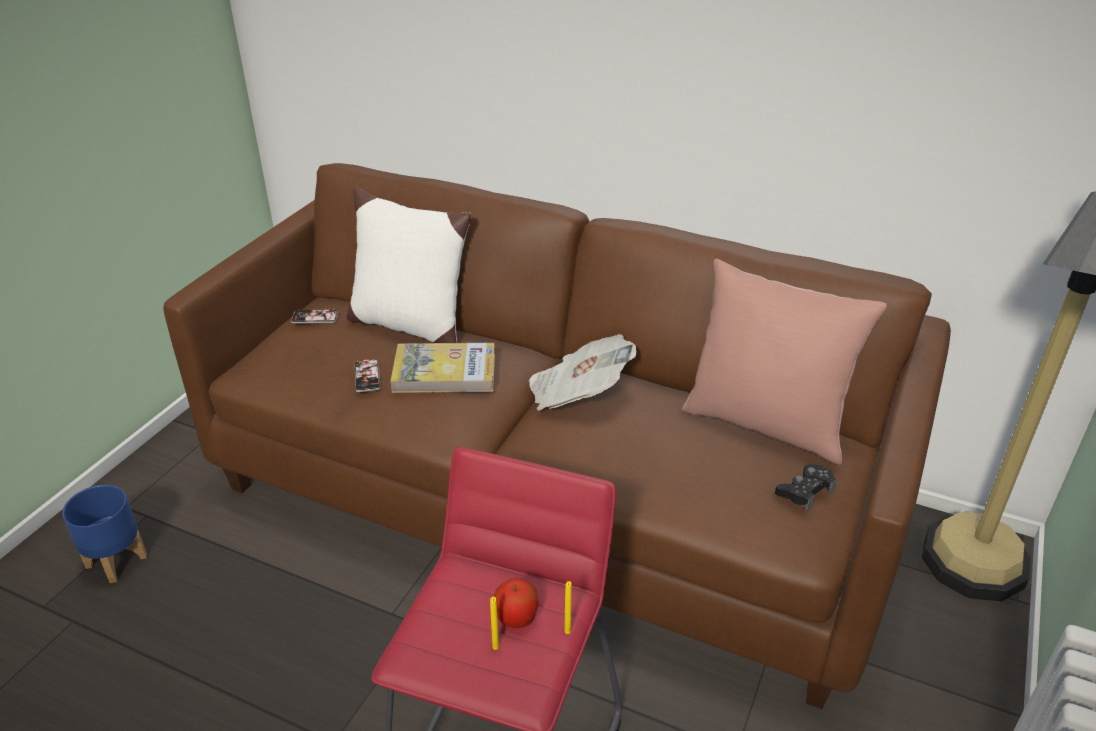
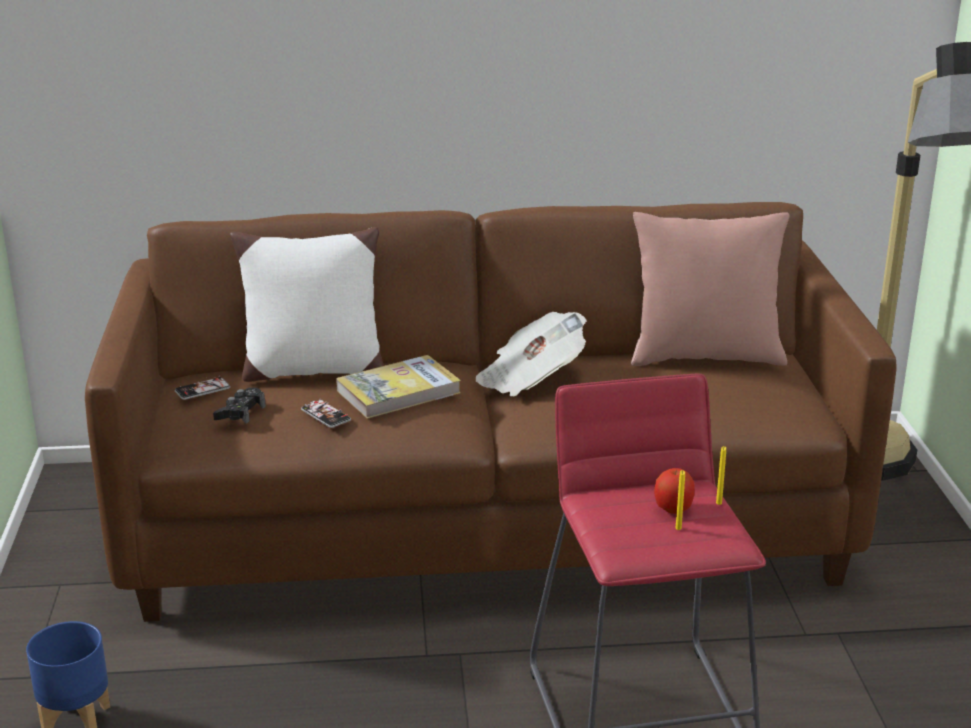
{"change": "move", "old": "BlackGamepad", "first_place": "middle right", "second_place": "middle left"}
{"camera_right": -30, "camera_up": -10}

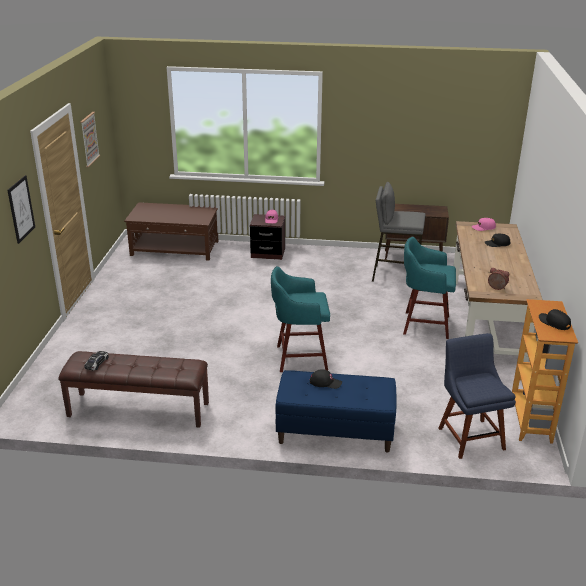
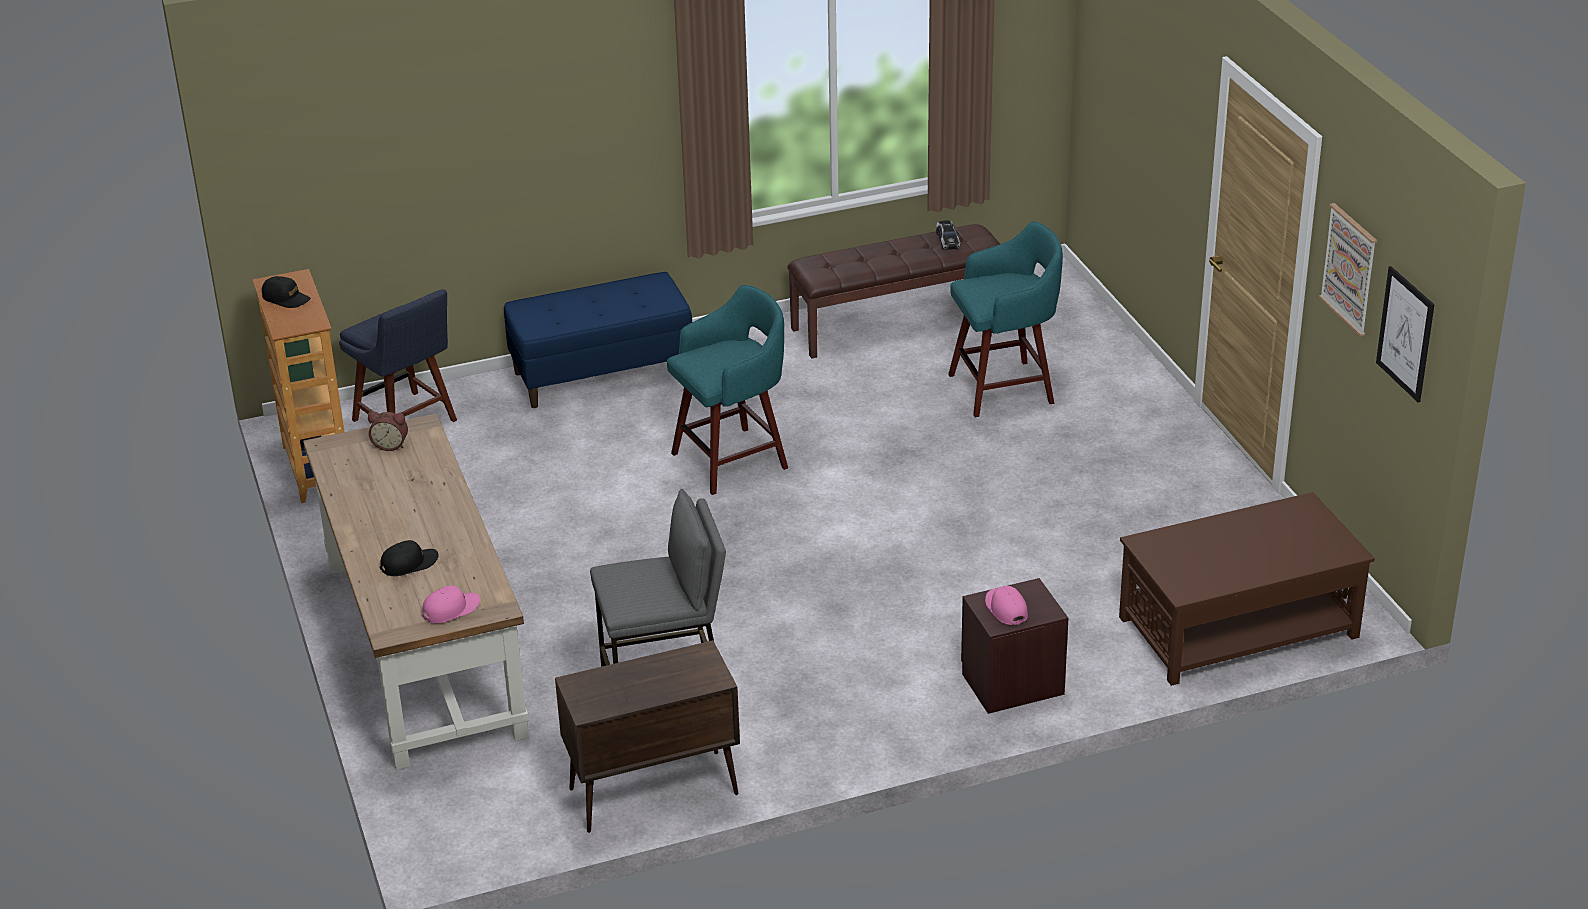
{"change": "move", "old": "Picture (1st from left in the first image)", "new": "Picture (2nd from left)", "first_place": "middle left", "second_place": "middle right"}
{"change": "delete", "old": "BlackPeakedCap (1st from left)", "first_place": "centre"}
{"change": "move", "old": "BlueGreenStoolSeat (2nd from left)", "first_place": "middle right", "second_place": "centre"}
{"camera_right": 155, "camera_up": 5}

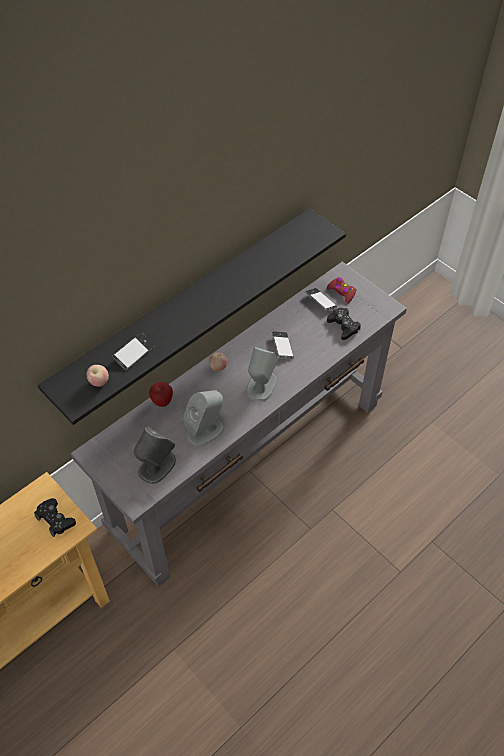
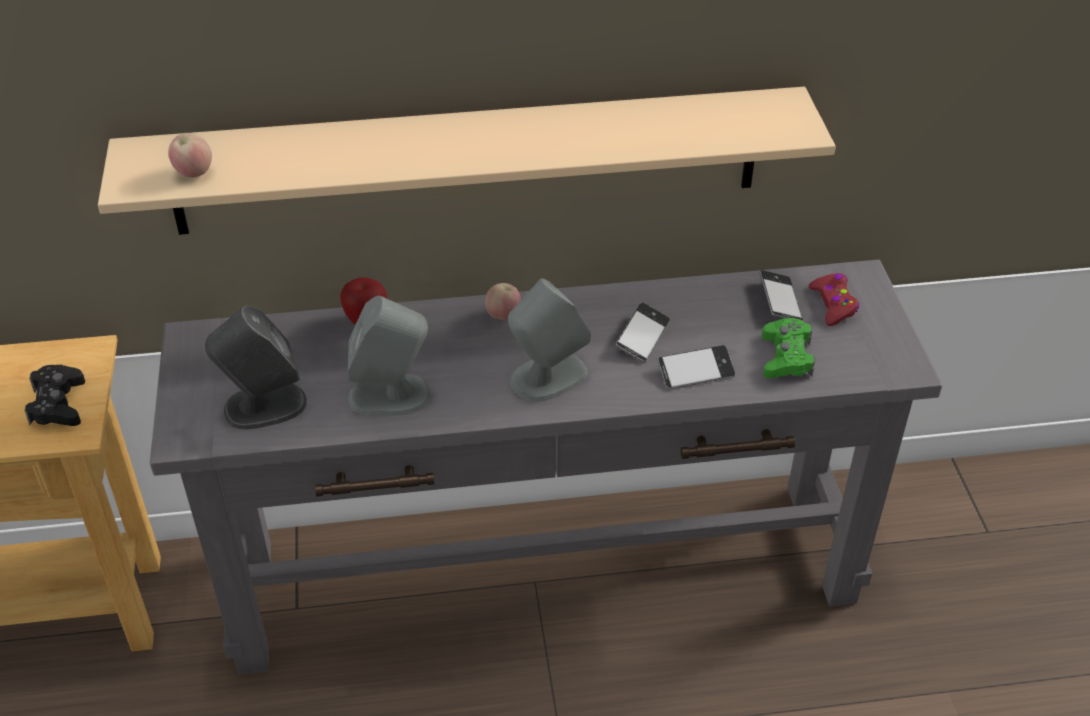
{"change": "recolor", "old": "BlackShelf", "new": "BeigeShelf", "first_place": "centre", "second_place": "top centre"}
{"change": "move", "old": "Phone (1st from left in the first image)", "new": "Phone (2nd from left)", "first_place": "middle left", "second_place": "centre"}
{"change": "recolor", "old": "BlackGamepad (2nd from left)", "new": "GreenColouredGamepad", "first_place": "middle right", "second_place": "middle right"}
{"camera_right": 35, "camera_up": -10}

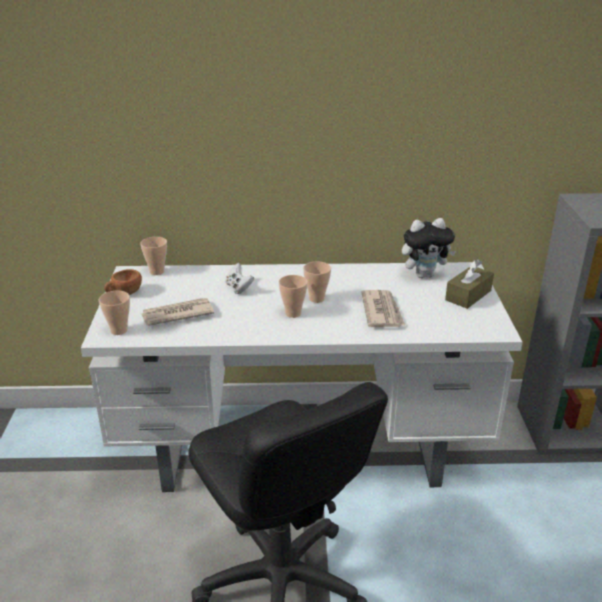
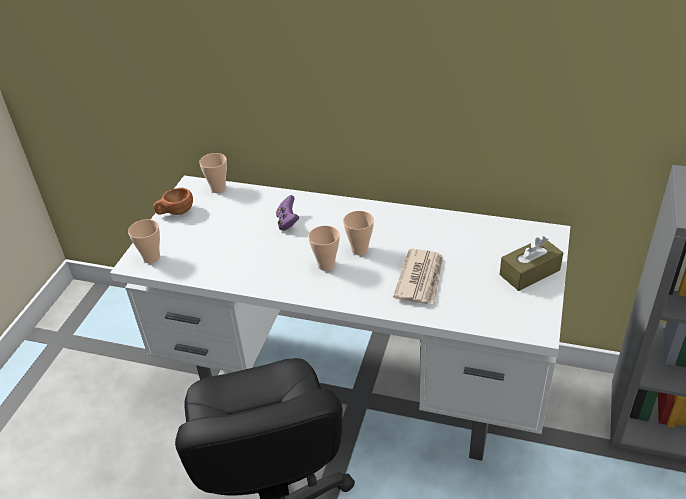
{"change": "delete", "old": "Newspaper (1st from left)", "first_place": "middle left"}
{"change": "recolor", "old": "WhiteColouredGamepad", "new": "PurpleGamepad", "first_place": "centre", "second_place": "centre"}
{"change": "delete", "old": "CuddlyToy", "first_place": "middle right"}
{"camera_right": 20, "camera_up": 10}

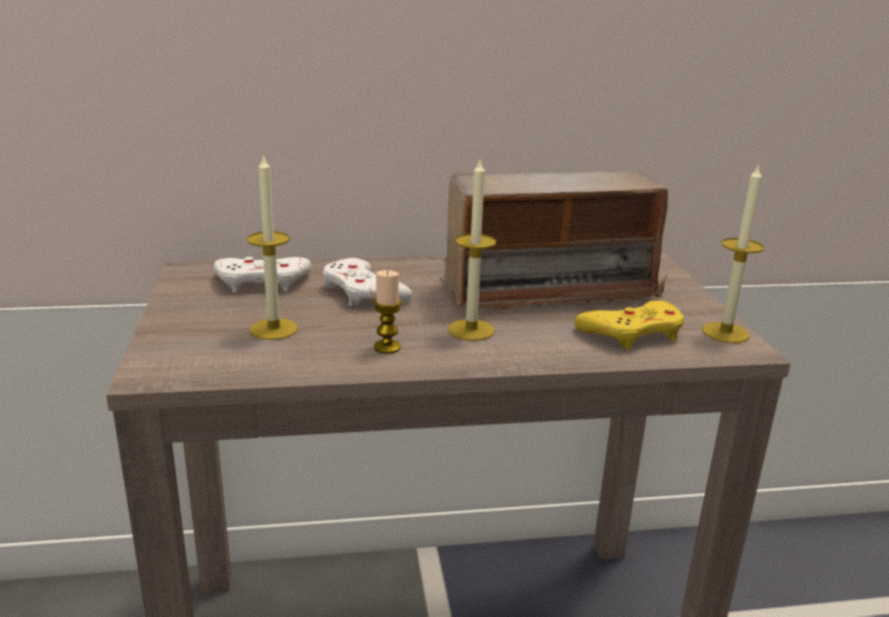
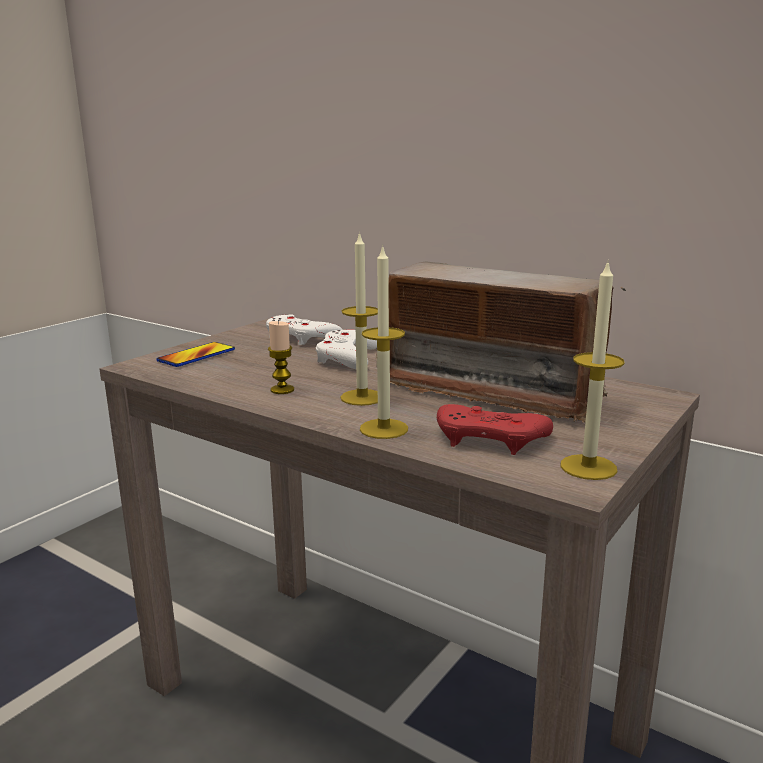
{"change": "move", "old": "WaxCandle (1st from left in the first image)", "new": "WaxCandle (3rd from left)", "first_place": "middle left", "second_place": "centre"}
{"change": "recolor", "old": "YellowGamepad", "new": "RedGamepad", "first_place": "middle right", "second_place": "centre"}
{"change": "insert", "new": "Phone", "second_place": "middle left"}
{"camera_right": 45, "camera_up": -5}

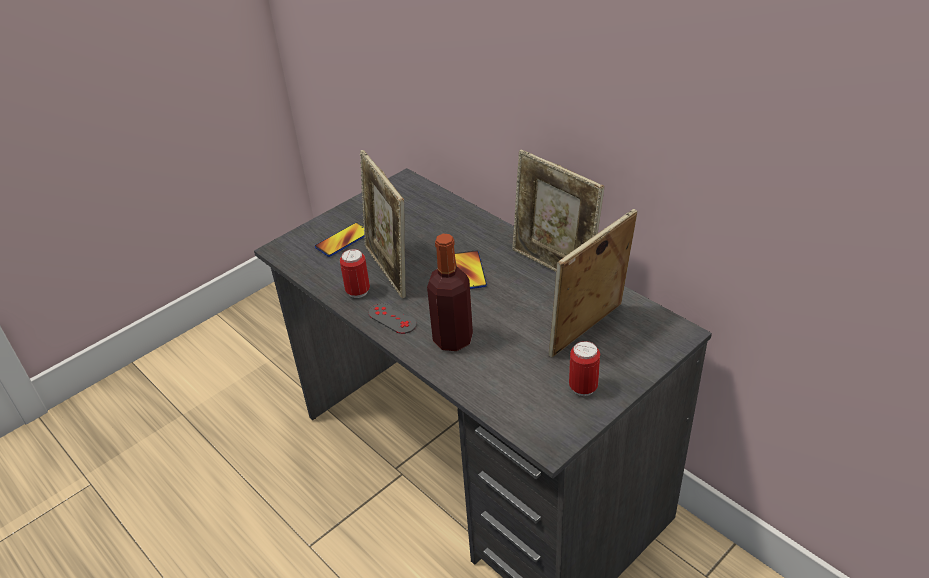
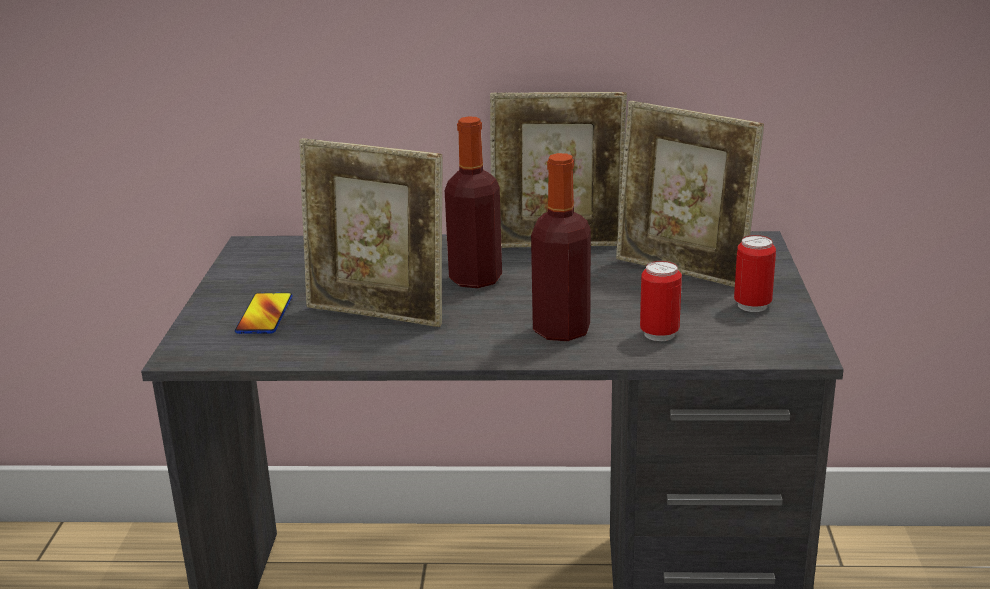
{"change": "move", "old": "Can (1st from left)", "first_place": "centre", "second_place": "middle right"}
{"change": "delete", "old": "GreyGamepad", "first_place": "centre"}
{"change": "replace", "old": "Phone (2nd from left)", "new": "DrinkBottle (1st from left)", "first_place": "centre", "second_place": "centre"}
{"change": "rotate", "old": "PhotoFrame (3rd from left)", "first_place": "centre", "second_place": "top right", "degrees": -60}
{"camera_right": -45, "camera_up": -15}

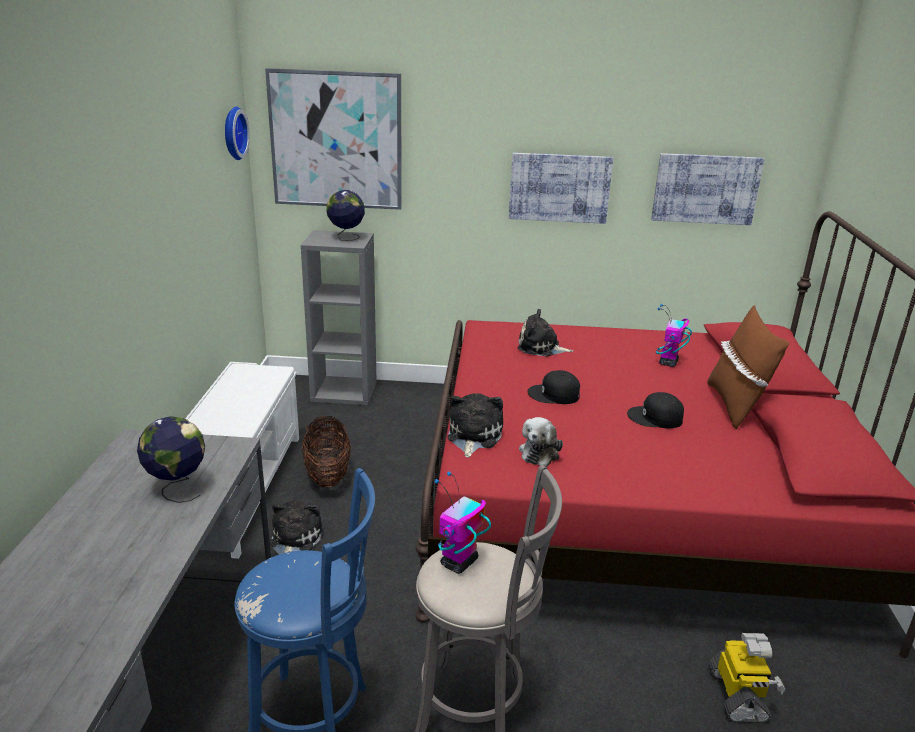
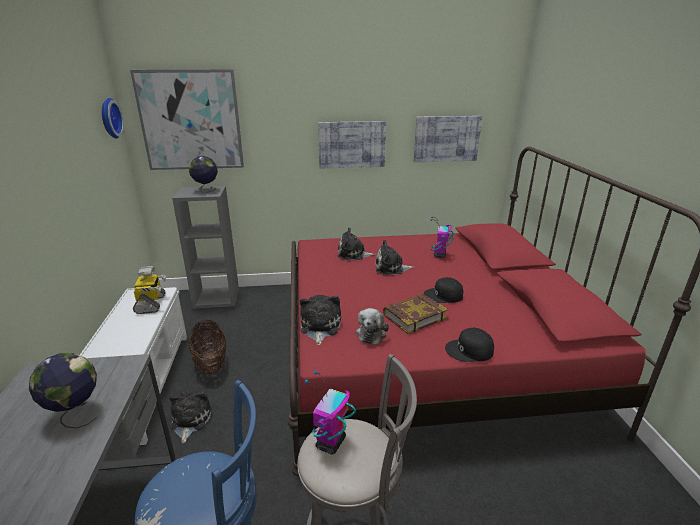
{"change": "move", "old": "BlackPeakedCap (1st from left in the first image)", "new": "BlackPeakedCap (2nd from left)", "first_place": "centre", "second_place": "middle right"}
{"change": "delete", "old": "BrownColouredThrowPillow", "first_place": "middle right"}
{"change": "move", "old": "ModelRobot (3rd from left in the first image)", "new": "ModelRobot (1st from left)", "first_place": "bottom right", "second_place": "middle left"}
{"change": "insert", "new": "CuddlyToy (5th from left)", "second_place": "centre"}
{"change": "insert", "new": "Book", "second_place": "centre"}
{"camera_right": -10, "camera_up": 0}

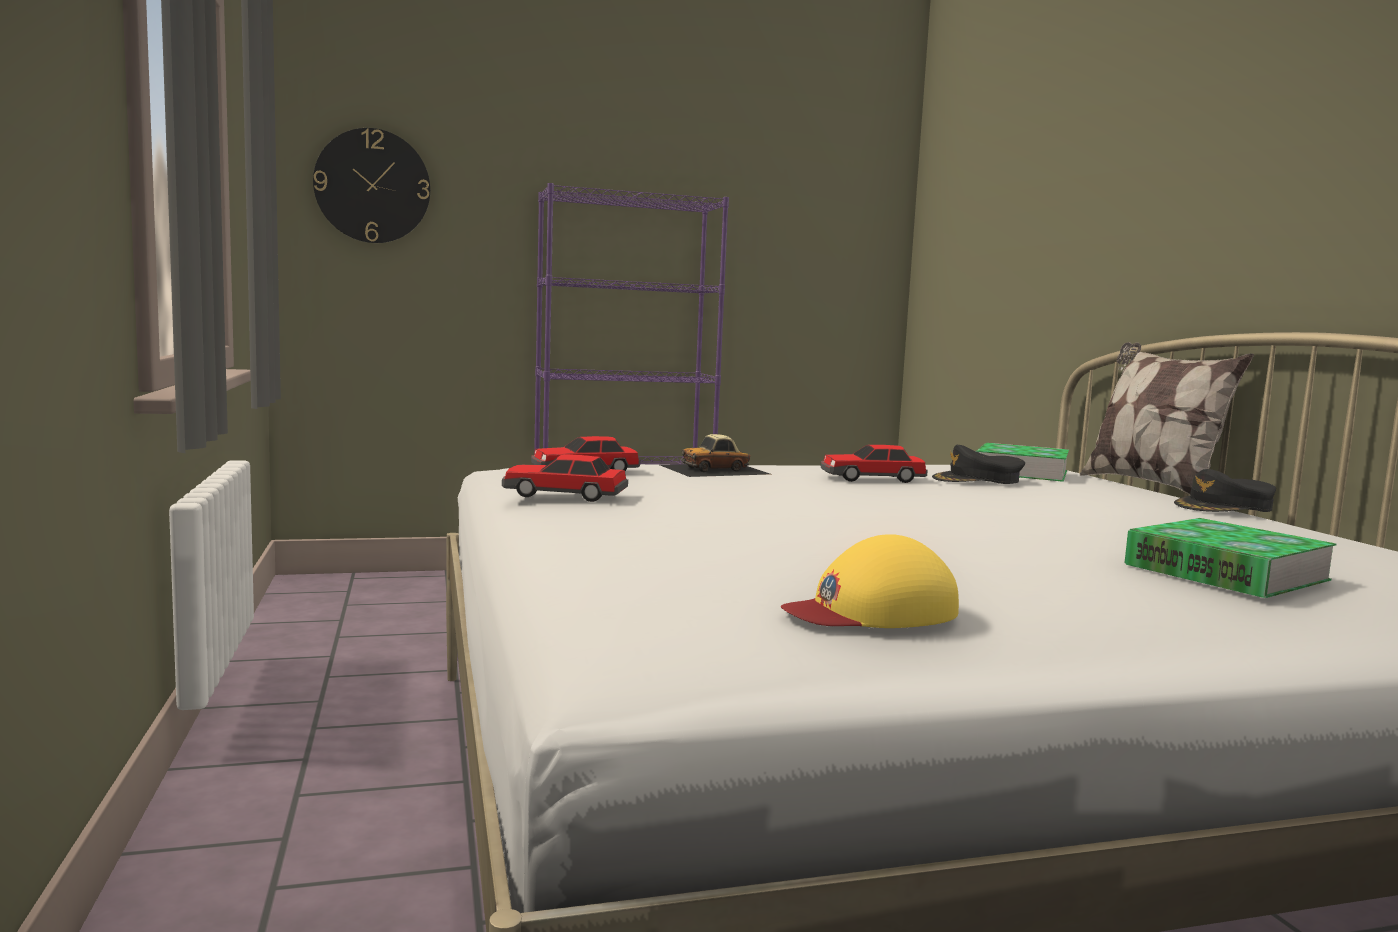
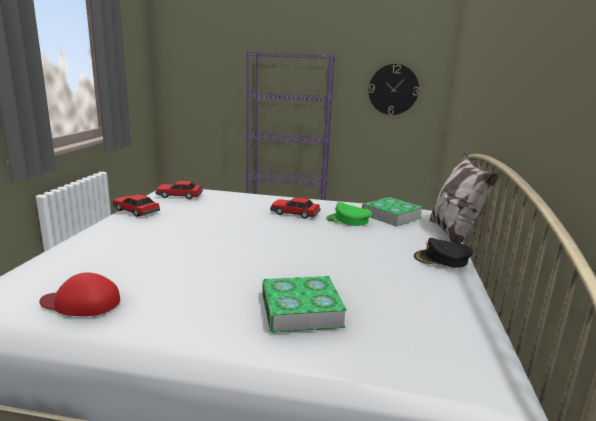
{"change": "move", "old": "ClockOnTheWall", "first_place": "top left", "second_place": "top centre"}
{"change": "delete", "old": "ToyCar (3rd from left)", "first_place": "centre"}
{"change": "recolor", "old": "YellowPeakedCap", "new": "RedPeakedCap", "first_place": "centre", "second_place": "bottom left"}
{"change": "recolor", "old": "BlackPeakedCap (1st from left)", "new": "GreenColouredPeakedCap", "first_place": "middle right", "second_place": "centre"}
{"camera_right": 25, "camera_up": 10}

